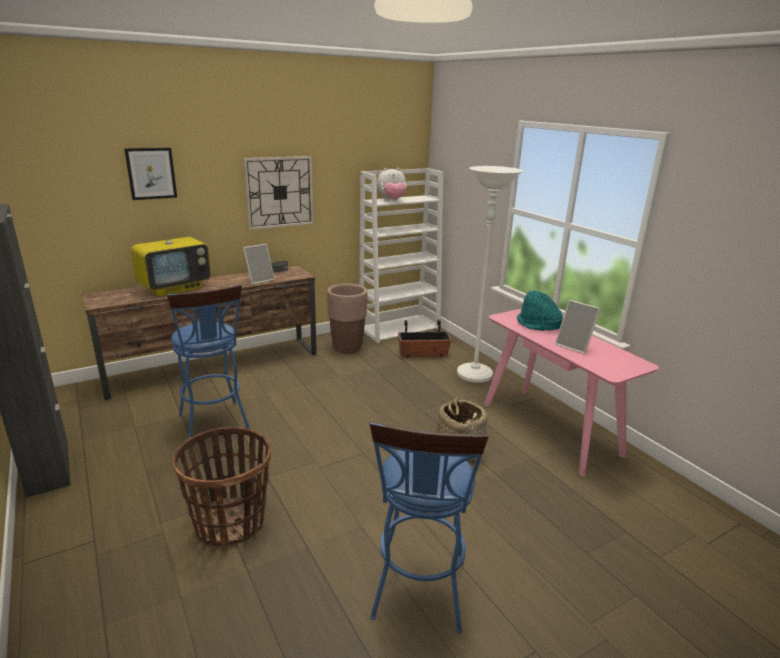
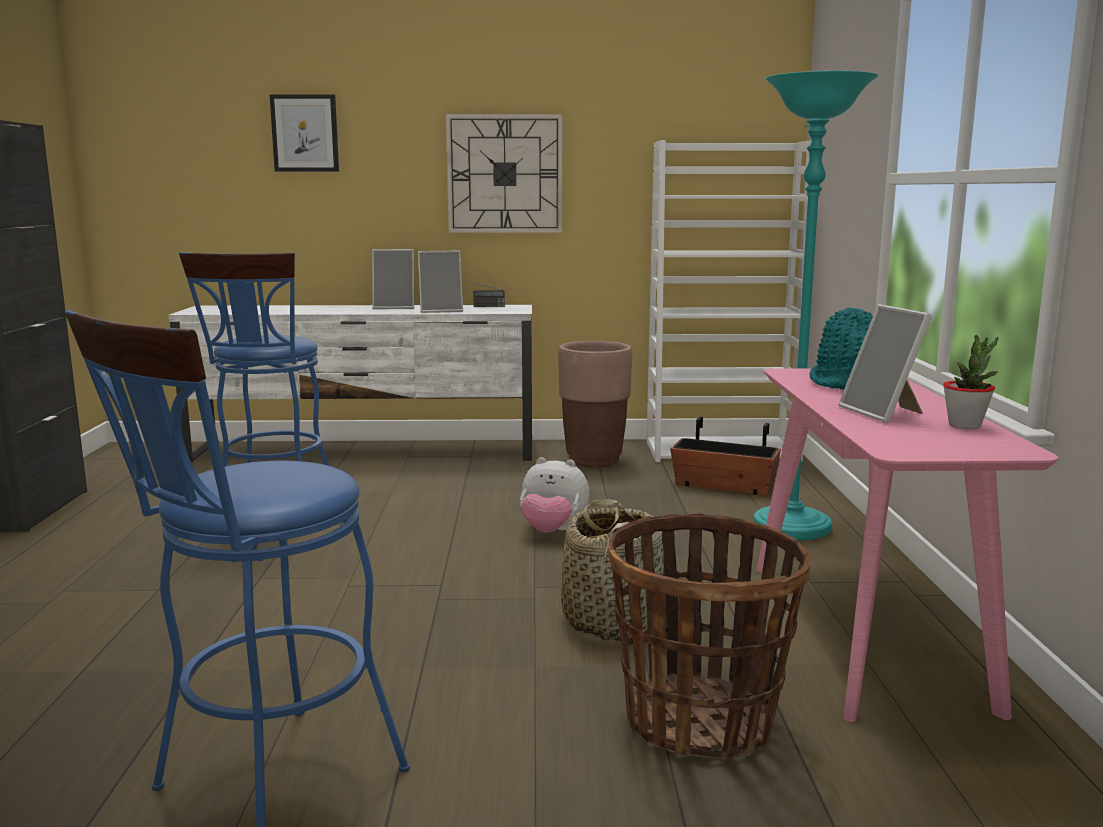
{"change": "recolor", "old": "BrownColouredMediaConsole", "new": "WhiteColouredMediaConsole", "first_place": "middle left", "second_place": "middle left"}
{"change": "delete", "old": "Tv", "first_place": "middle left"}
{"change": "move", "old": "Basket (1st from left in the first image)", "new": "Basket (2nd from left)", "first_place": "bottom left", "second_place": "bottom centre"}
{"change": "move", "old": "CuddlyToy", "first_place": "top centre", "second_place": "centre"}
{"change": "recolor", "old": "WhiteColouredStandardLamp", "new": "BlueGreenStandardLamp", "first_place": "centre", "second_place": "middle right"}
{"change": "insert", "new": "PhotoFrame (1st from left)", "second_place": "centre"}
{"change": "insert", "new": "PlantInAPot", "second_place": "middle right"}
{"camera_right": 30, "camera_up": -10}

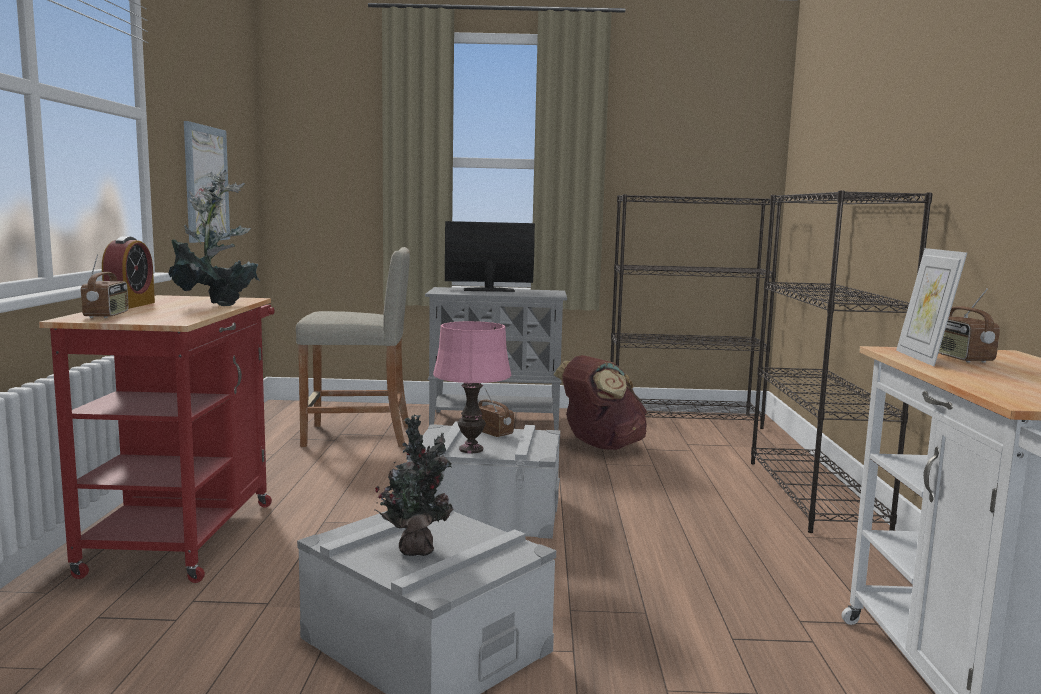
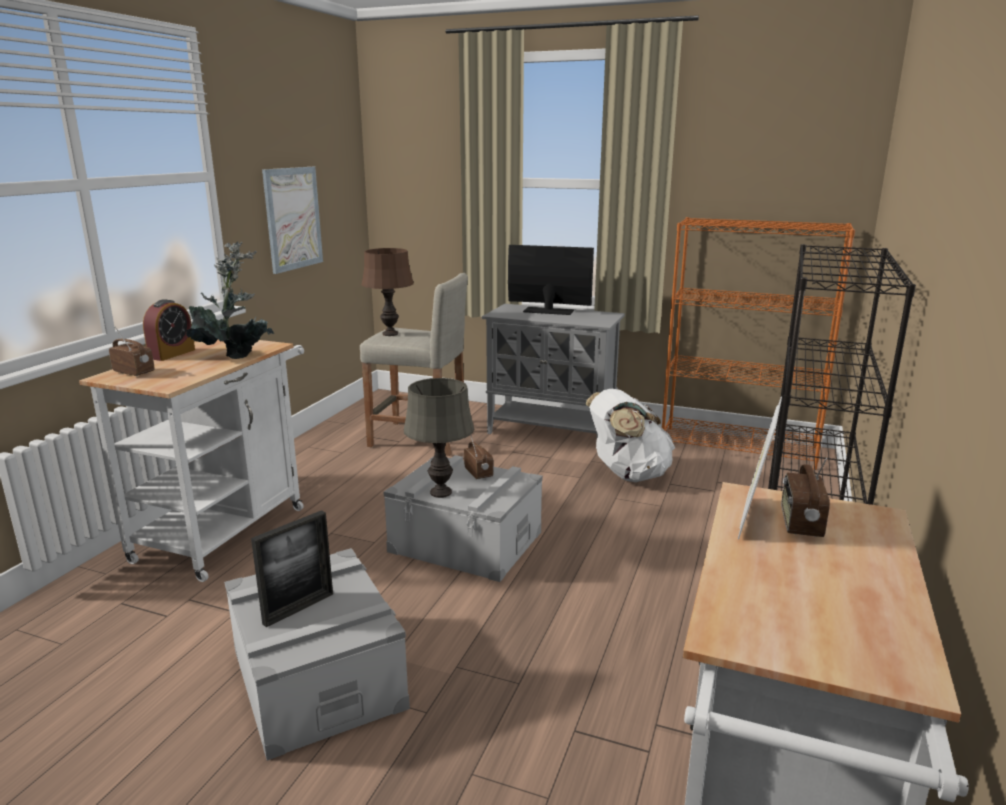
{"change": "recolor", "old": "RedWheeledCart", "new": "WhiteColouredWheeledCart (1st from left)", "first_place": "middle left", "second_place": "middle left"}
{"change": "rotate", "old": "RadioReceiver (1st from left)", "first_place": "middle left", "second_place": "middle left", "degrees": -75}
{"change": "replace", "old": "PlantInAPot (2nd from left)", "new": "PhotoFrame (1st from left)", "first_place": "bottom centre", "second_place": "bottom left"}
{"change": "recolor", "old": "PinkishTableLamp", "new": "GreyTableLamp", "first_place": "centre", "second_place": "centre"}
{"change": "recolor", "old": "BrownColouredBackpack", "new": "WhiteColouredBackpack", "first_place": "centre", "second_place": "centre"}
{"change": "recolor", "old": "BlackBookcase (1st from left)", "new": "OrangeColouredBookcase", "first_place": "middle right", "second_place": "middle right"}
{"change": "insert", "new": "BrownColouredTableLamp", "second_place": "centre"}
{"camera_right": 20, "camera_up": 10}

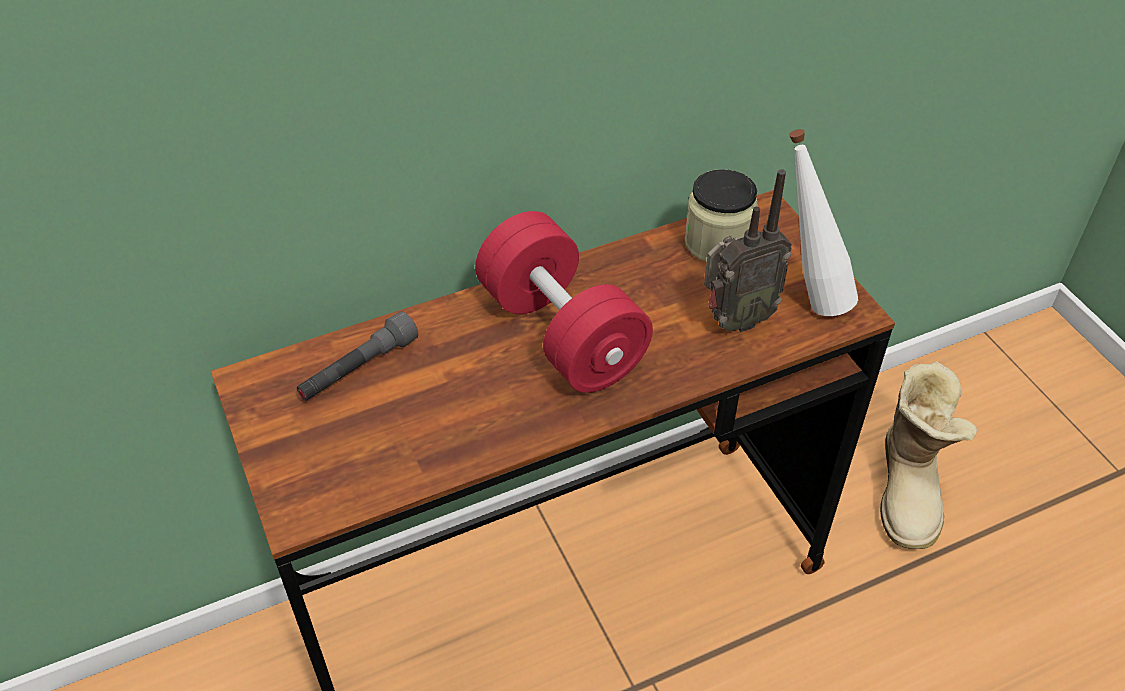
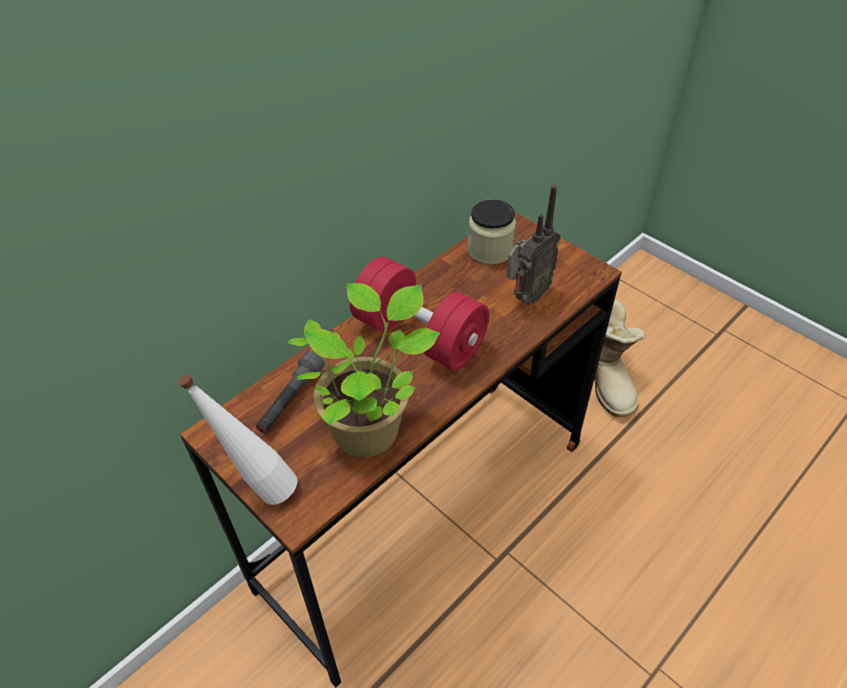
{"change": "move", "old": "WhiteColouredDrinkBottle", "first_place": "top right", "second_place": "middle left"}
{"change": "insert", "new": "PlantInAPot", "second_place": "centre"}
{"camera_right": -20, "camera_up": 0}

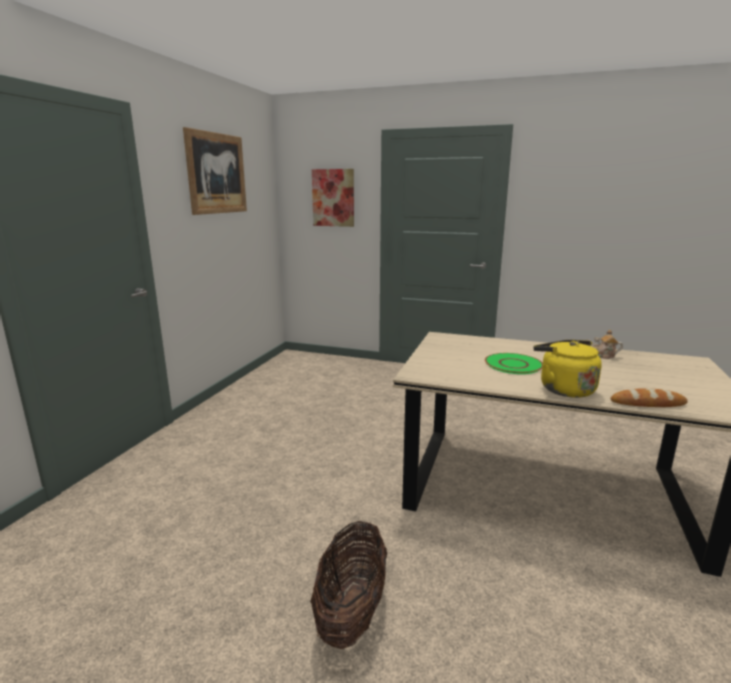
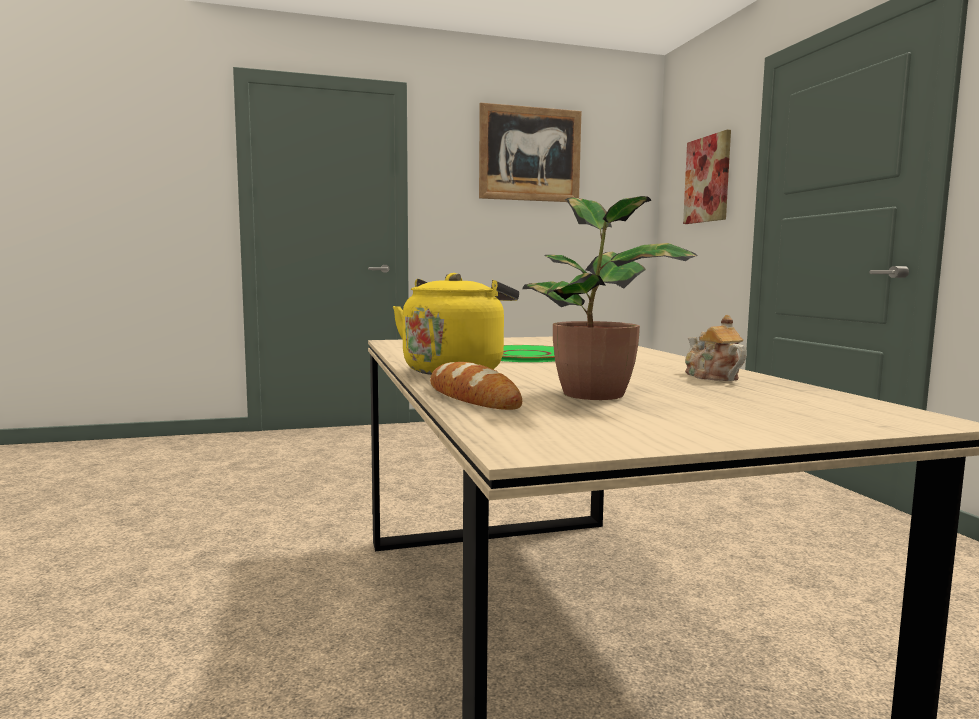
{"change": "delete", "old": "Basket", "first_place": "bottom centre"}
{"change": "insert", "new": "PlantInAPot", "second_place": "centre"}
{"camera_right": 55, "camera_up": -10}

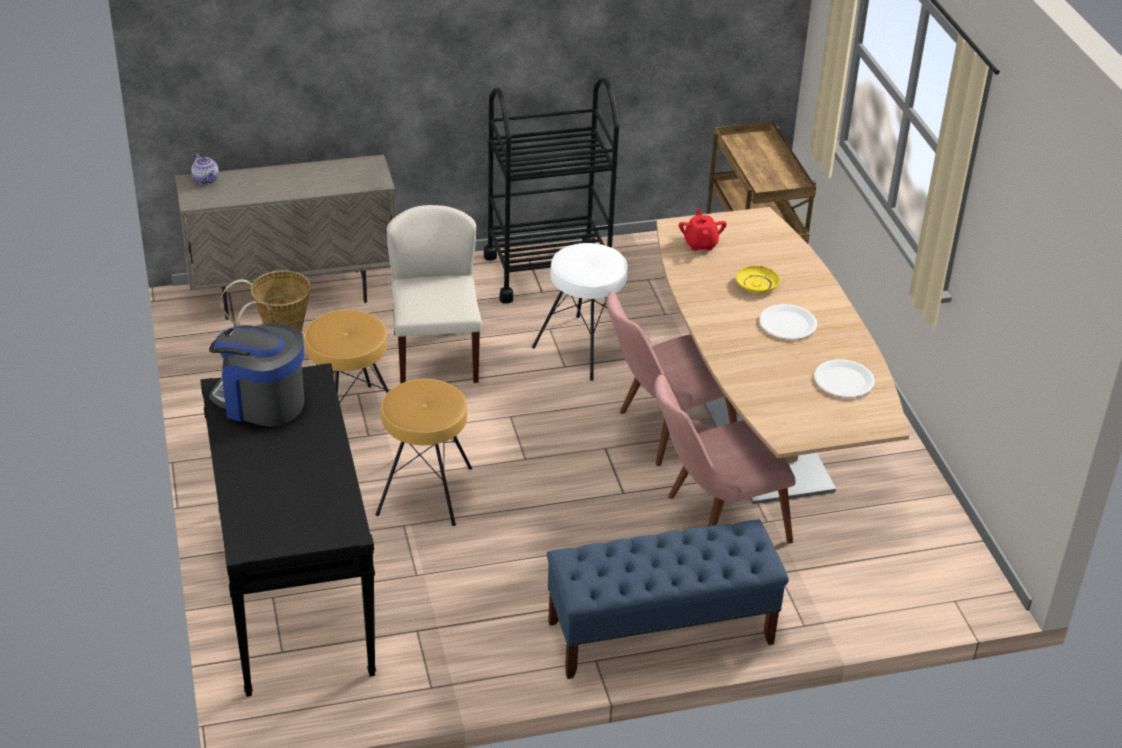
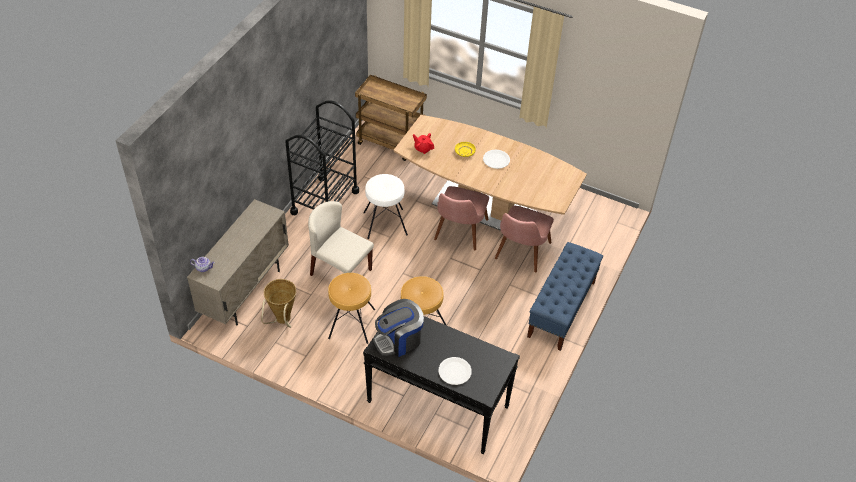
{"change": "move", "old": "WhiteColouredFlatDish (2nd from left in the first image)", "new": "WhiteColouredFlatDish (1st from left)", "first_place": "middle right", "second_place": "bottom centre"}
{"camera_right": -50, "camera_up": 10}

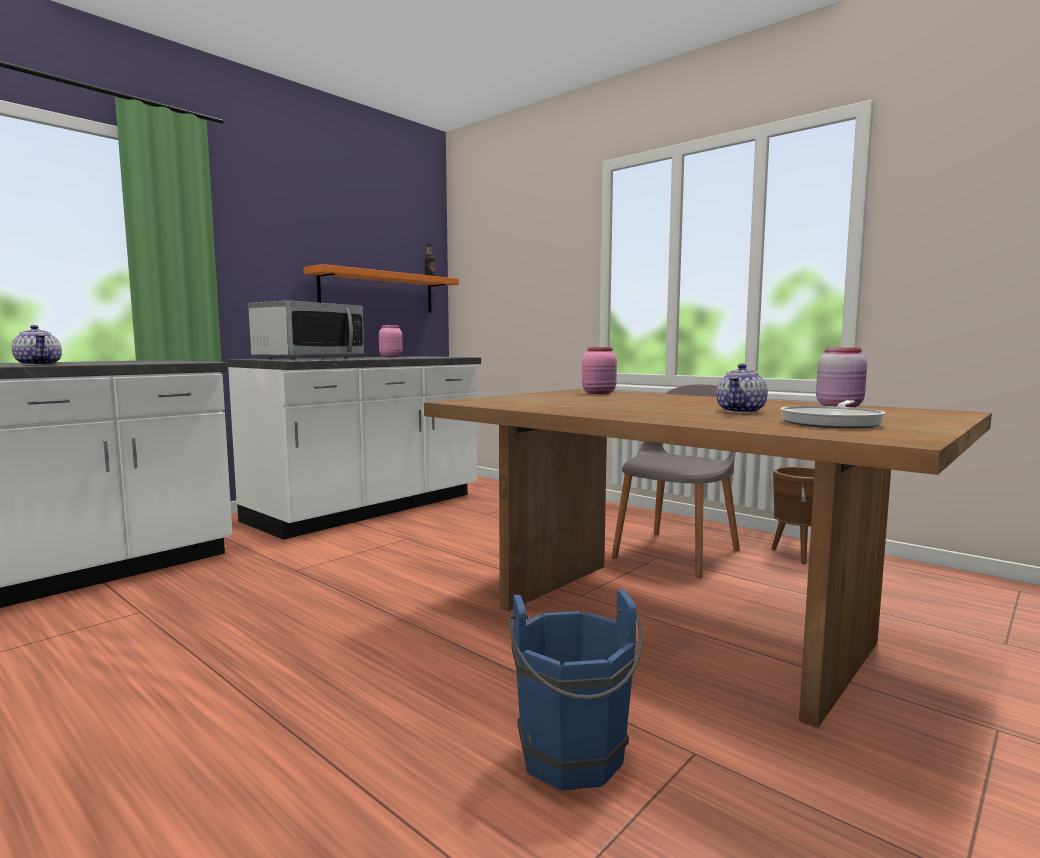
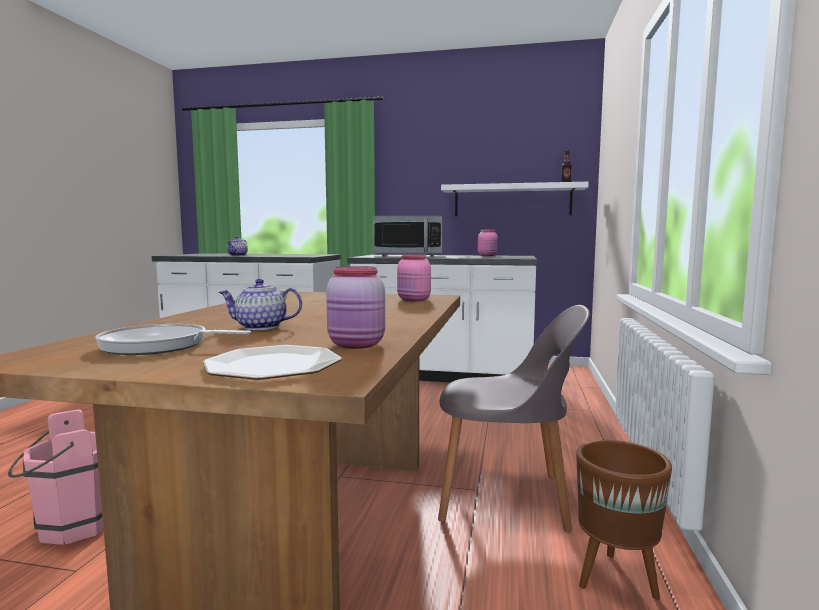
{"change": "recolor", "old": "OrangeColouredShelf", "new": "WhiteColouredShelf", "first_place": "centre", "second_place": "top centre"}
{"change": "recolor", "old": "BlueColouredBucket", "new": "PinkishBucket", "first_place": "bottom centre", "second_place": "bottom left"}
{"change": "insert", "new": "FlatDish", "second_place": "middle left"}
{"camera_right": 60, "camera_up": 0}

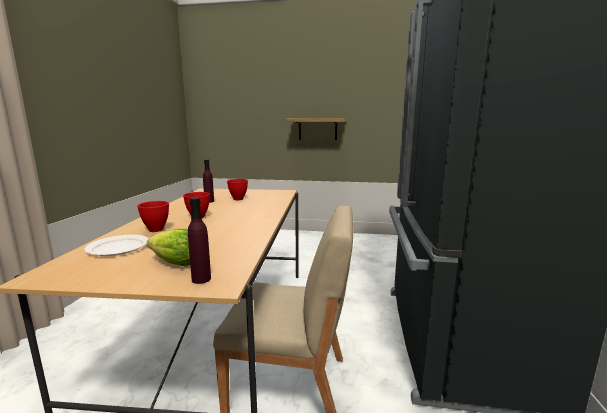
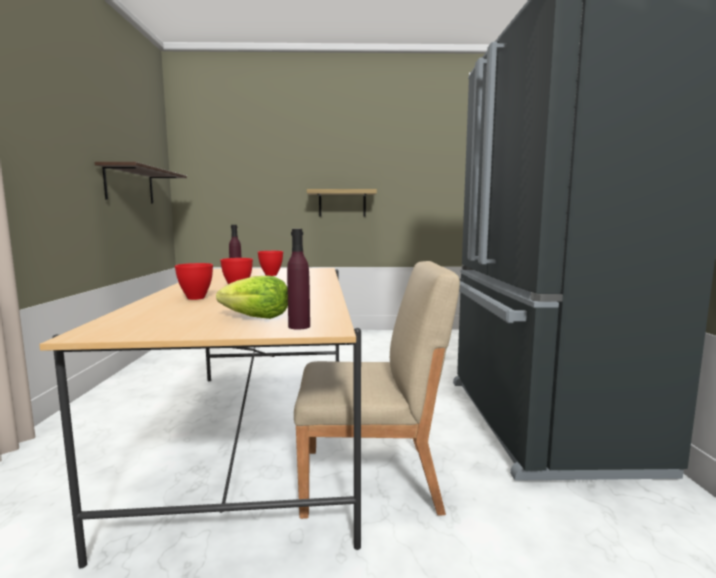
{"change": "delete", "old": "WhiteColouredFlatDish", "first_place": "middle left"}
{"change": "insert", "new": "Shelf (1st from left)", "second_place": "top left"}
{"camera_right": -10, "camera_up": -5}

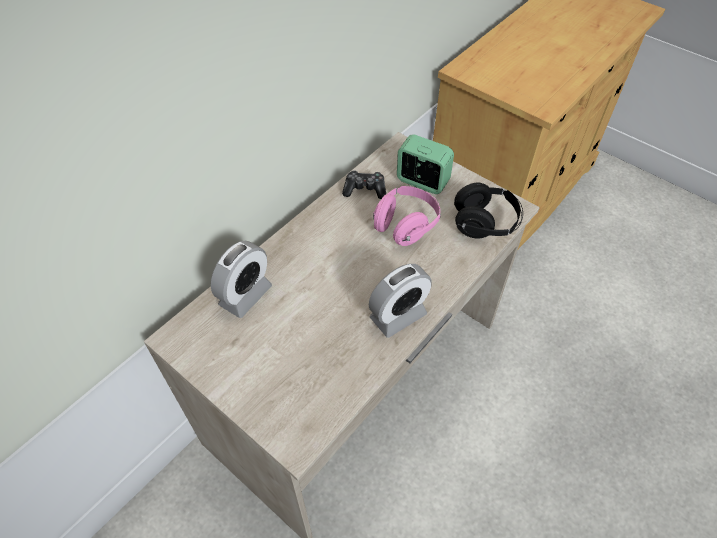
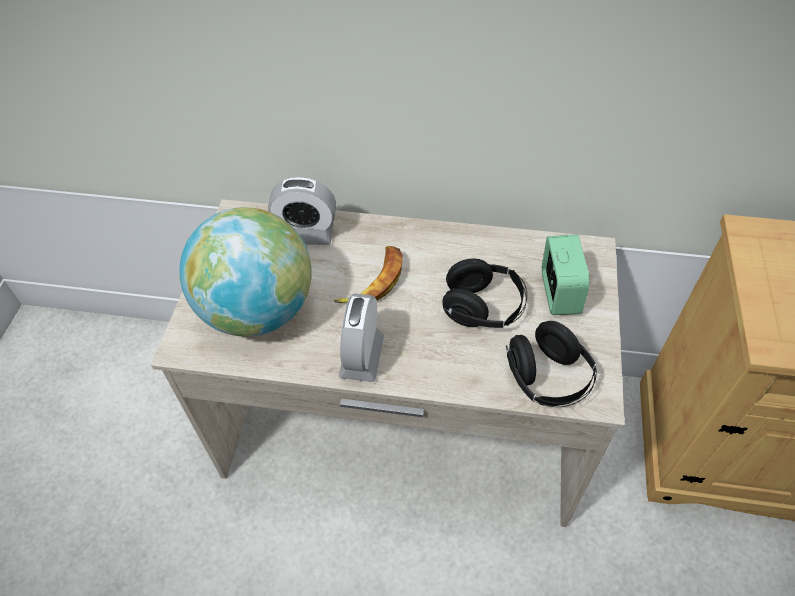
{"change": "delete", "old": "Gamepad", "first_place": "centre"}
{"change": "rotate", "old": "AlarmClock (2nd from left)", "first_place": "centre", "second_place": "centre", "degrees": 75}
{"change": "recolor", "old": "PinkishHeadset", "new": "BlackHeadset (1st from left)", "first_place": "centre", "second_place": "centre"}
{"change": "insert", "new": "WorldGlobe", "second_place": "middle left"}
{"change": "insert", "new": "WholeBanana", "second_place": "centre"}
{"camera_right": 60, "camera_up": 0}

